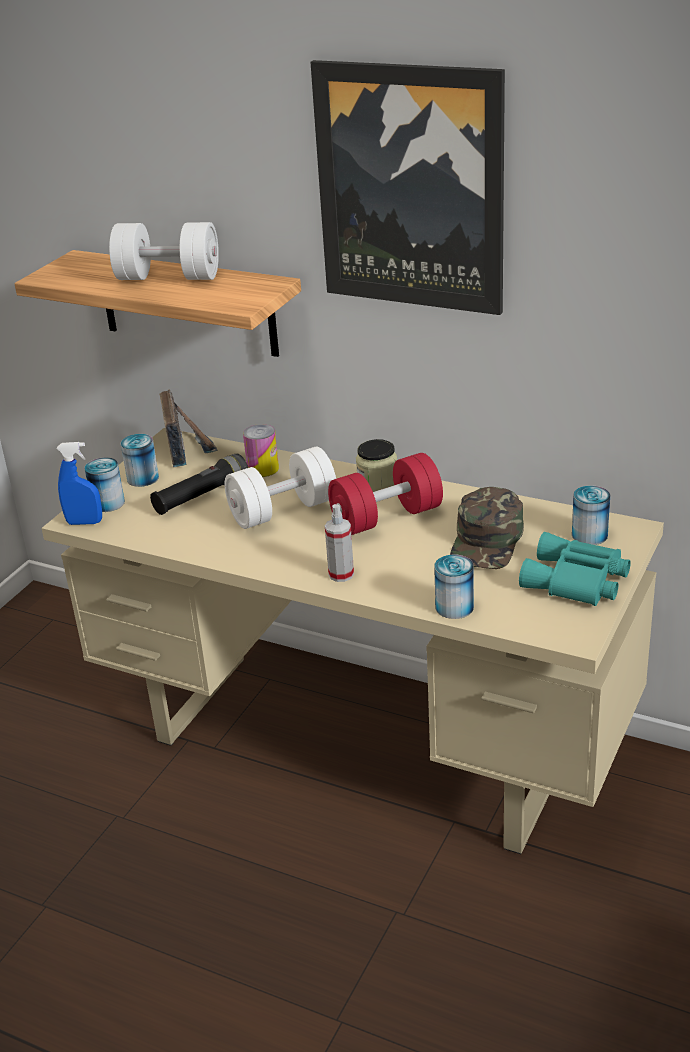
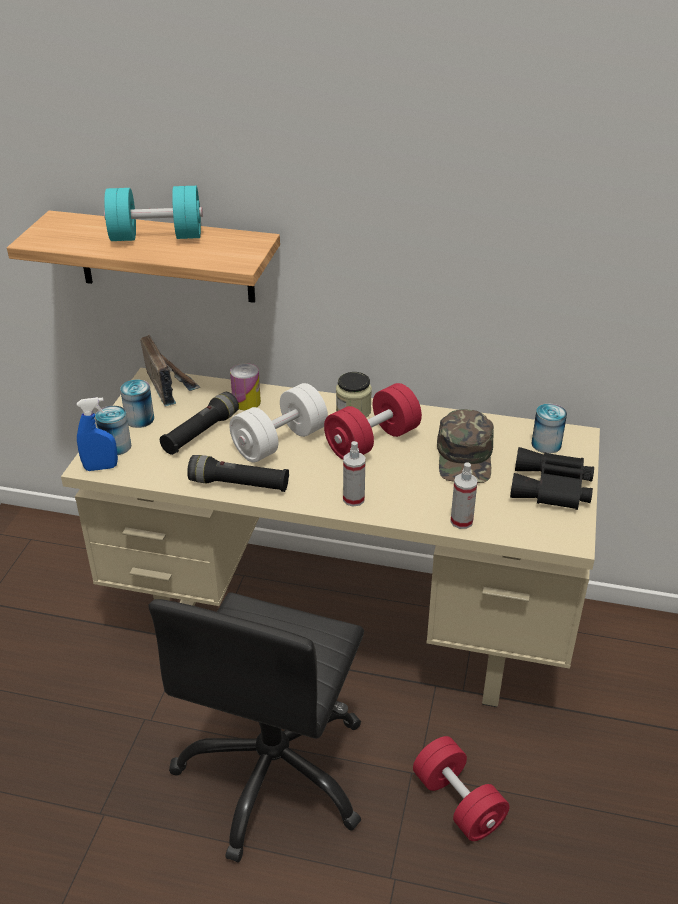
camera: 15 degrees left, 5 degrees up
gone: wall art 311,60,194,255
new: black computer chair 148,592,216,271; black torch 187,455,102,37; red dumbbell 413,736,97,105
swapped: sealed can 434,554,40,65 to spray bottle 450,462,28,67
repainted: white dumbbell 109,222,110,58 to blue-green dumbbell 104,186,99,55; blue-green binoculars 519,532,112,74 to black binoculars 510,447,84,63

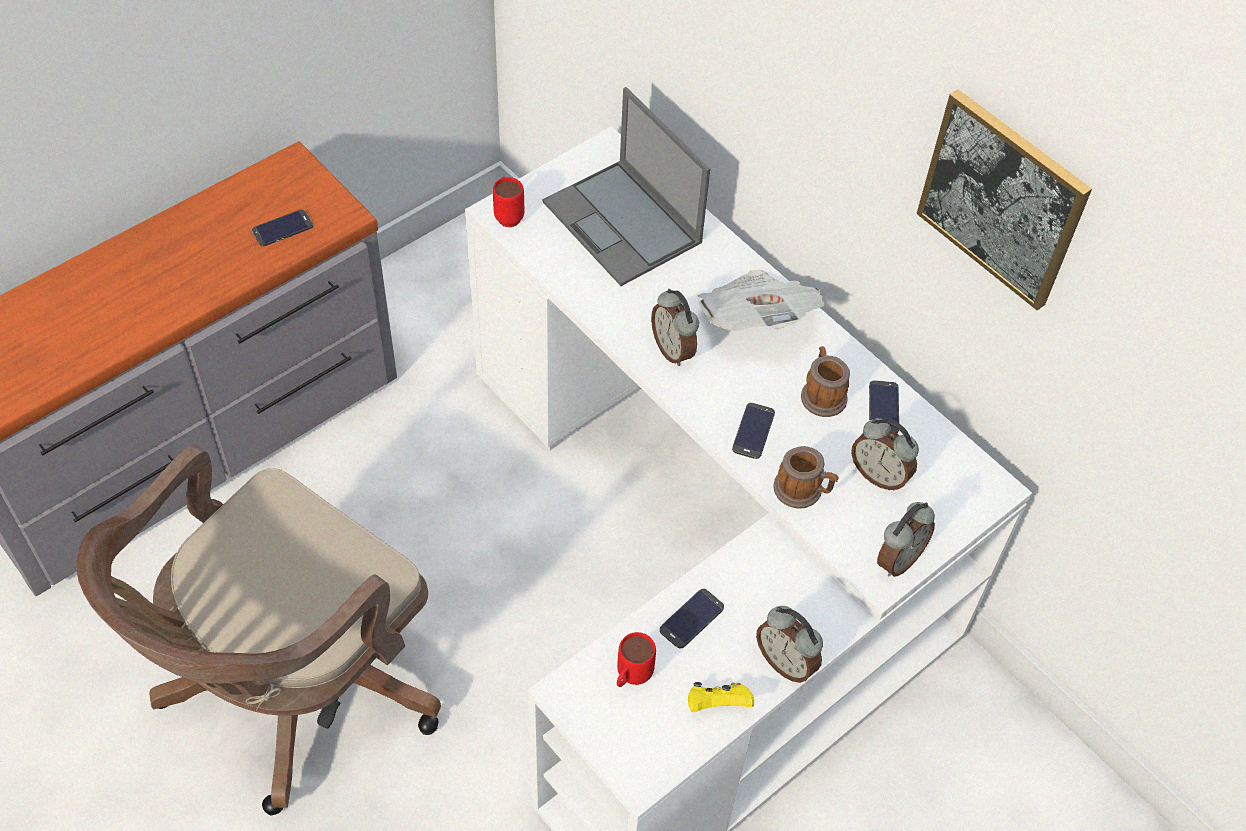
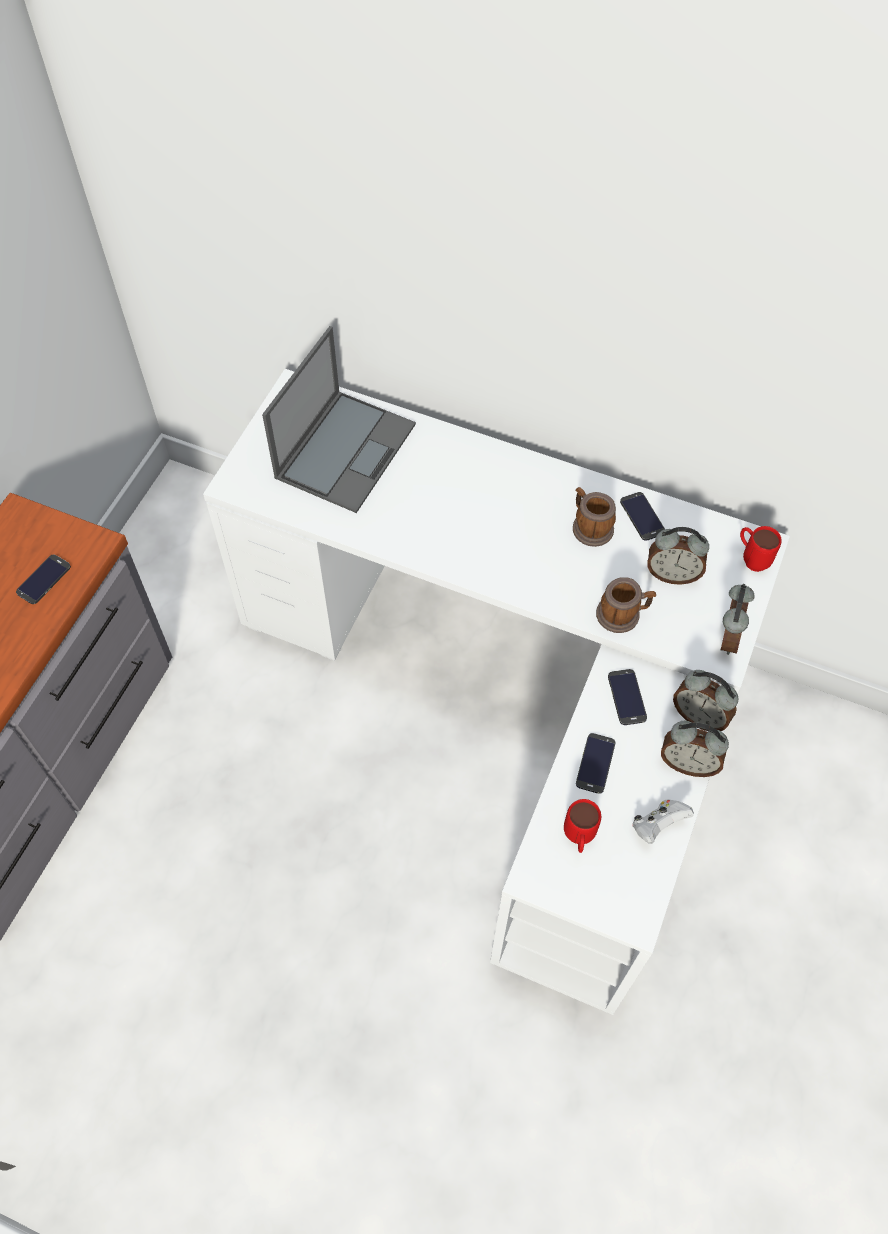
camera: 25 degrees left, 5 degrees up
gone: brownish computer chair 76,444,365,371; printed paper 697,270,128,61; wall art 916,89,176,222
shifted: red coffee mug 493,176,31,51 to 740,526,42,46; alarm clock 651,289,48,77 to 673,670,65,61; telephone 732,403,43,56 to 608,669,39,56
repainted: yellowish joypad 688,682,66,30 to white joypad 633,799,61,45
rotated: notebook computer 543,87,167,199 = 262,326,154,187 90 degrees counterclockwise

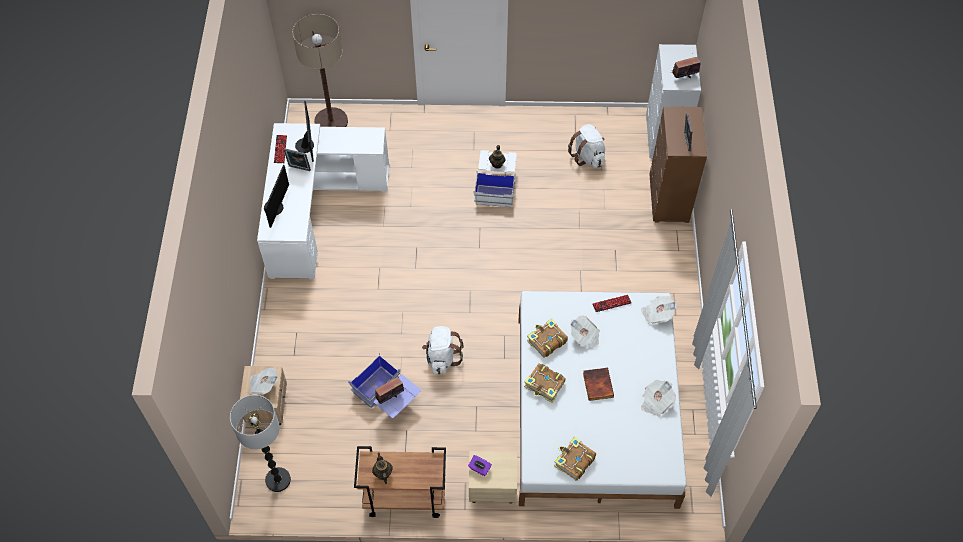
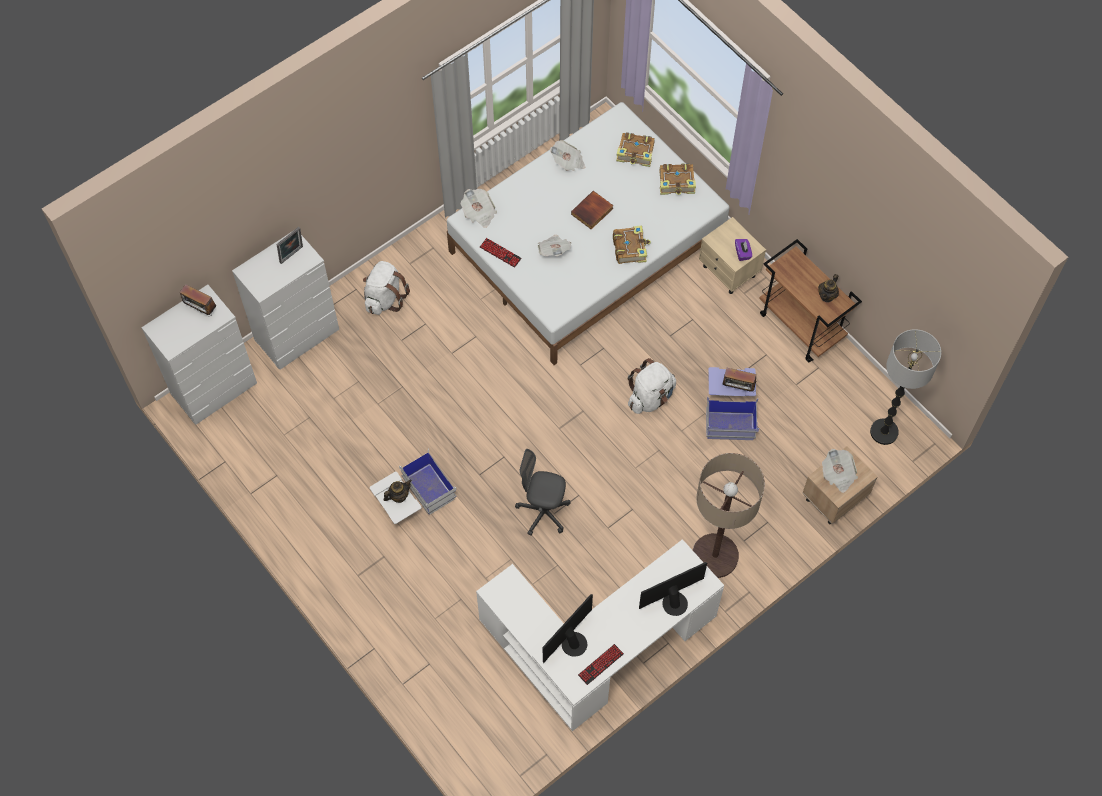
camera: 130 degrees left, 5 degrees up
gone: picture frame 284,148,27,23
new: greyish computer chair 515,449,55,87
shifted: standing lamp 292,14,56,113 to 693,453,72,125; book 527,319,41,39 to 616,132,39,35; white backpack 568,124,37,44 to 363,261,47,54
repainted: brownish dresser 649,107,58,116 to white dresser 232,231,107,138

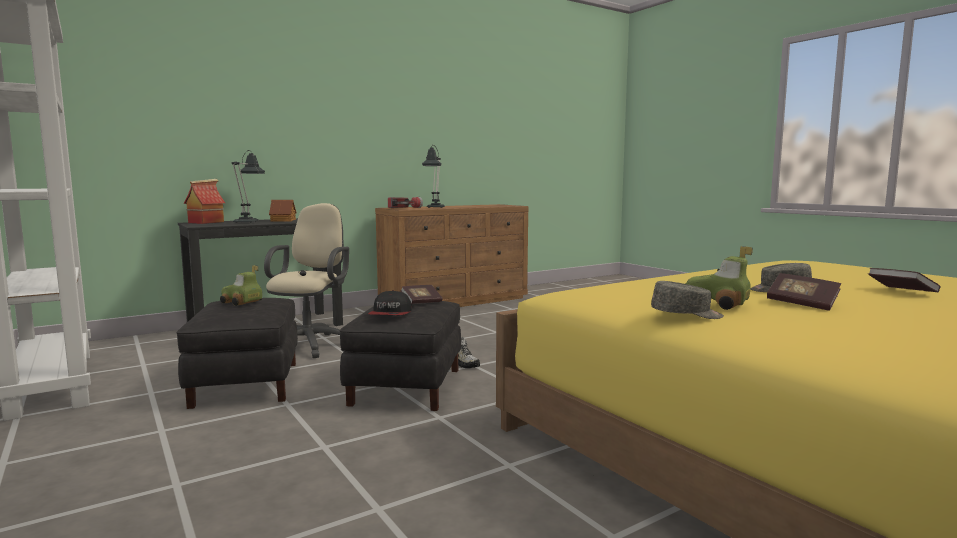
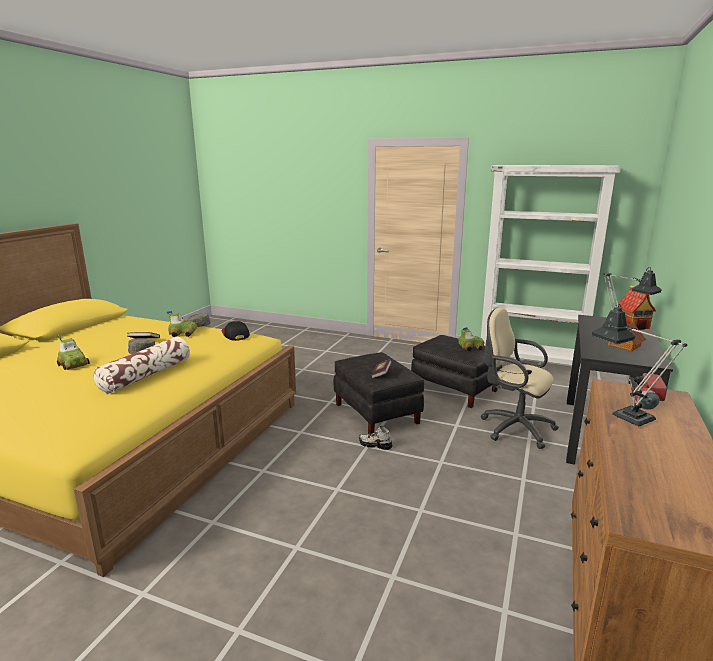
camera: 145 degrees right, 10 degrees up
new: throw pillow 94,337,96,57
shifted: peaked cap 368,290,44,25 to 222,321,28,20
swapped: book 868,268,72,24 to model car 57,335,33,35
rotated: beige-coloured computer chair 264,203,85,155 = 480,307,79,142 150 degrees clockwise

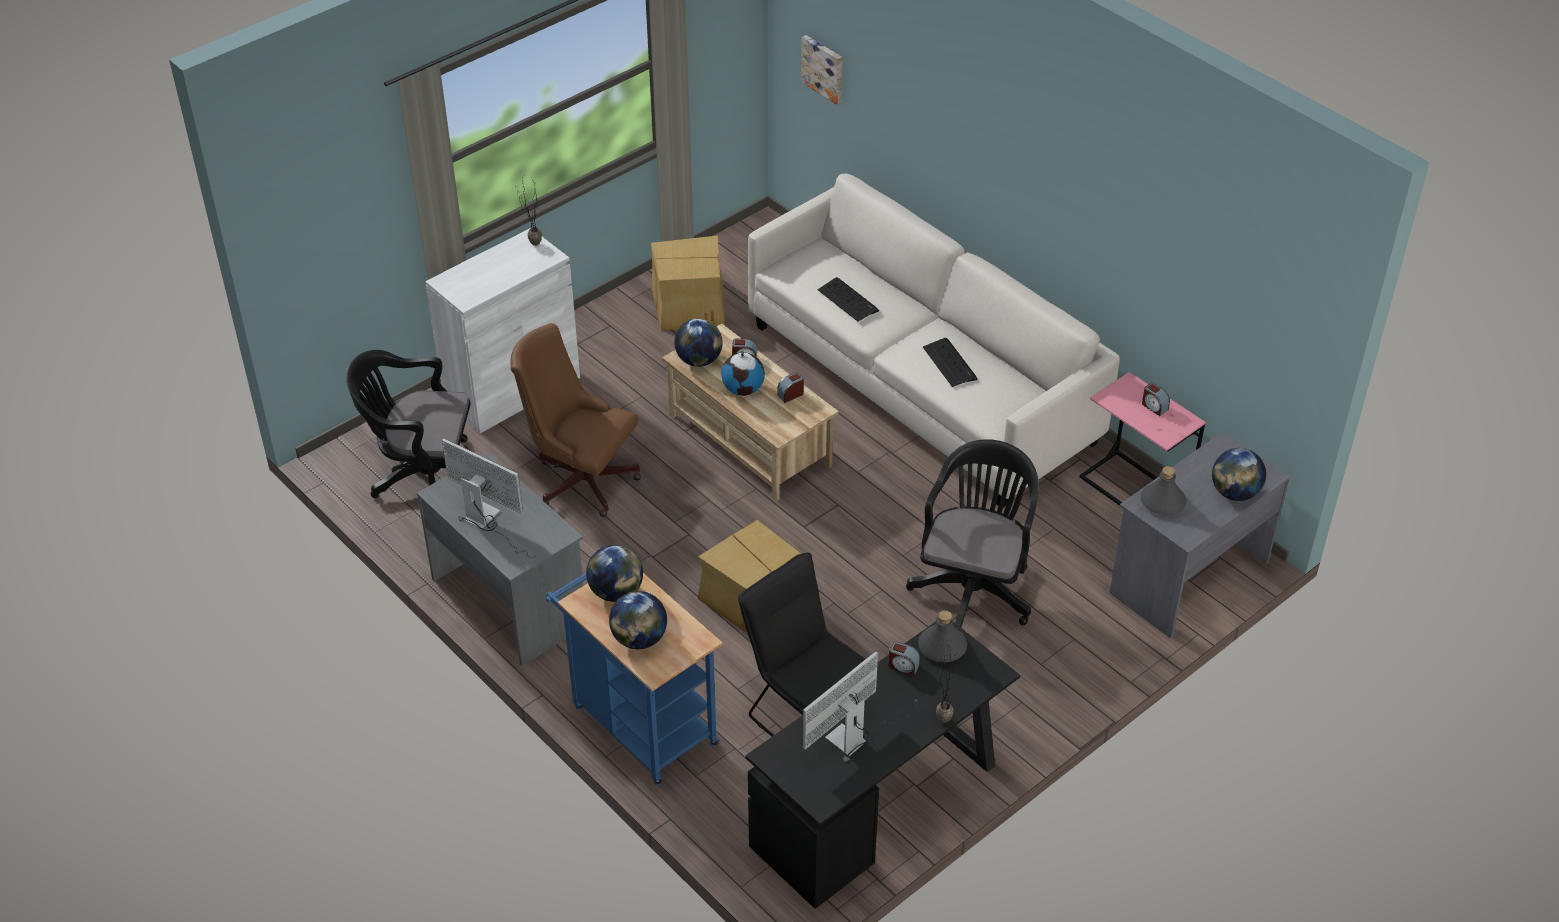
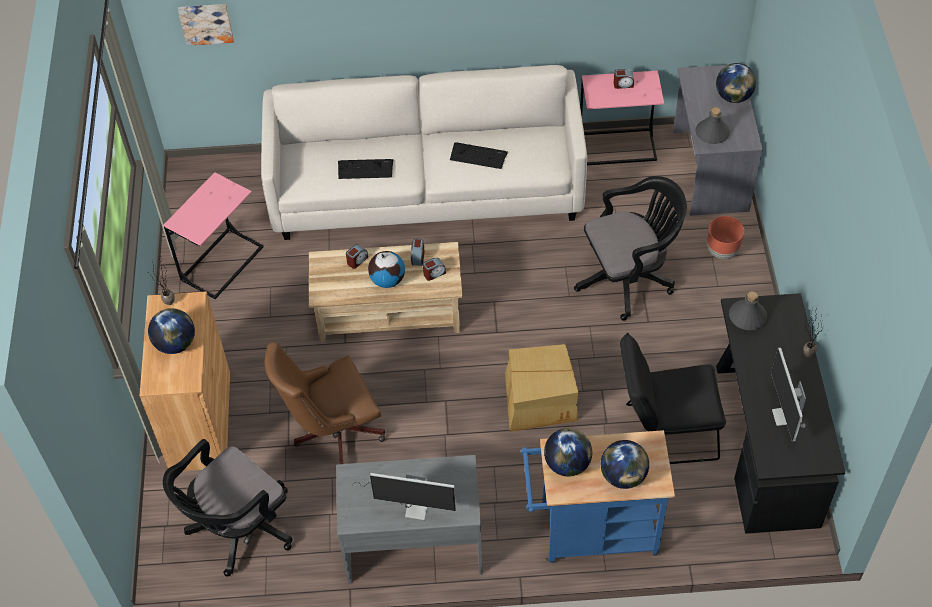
camera: 50 degrees left, 10 degrees up
new: brownish flower pot 707,216,37,43
shifted: world globe 674,318,49,49 to 148,308,47,46; alarm clock 888,641,32,35 to 423,258,23,23
swapped: packing box 651,236,74,94 to pinkish end table 163,172,100,127
repainted: white cupboard 425,228,155,206 to brownish cupboard 140,291,90,180
rotated: monitor 442,438,95,119 = 352,473,104,47 150 degrees counterclockwise; black computer chair 906,439,133,188 = 574,176,113,145 105 degrees clockwise

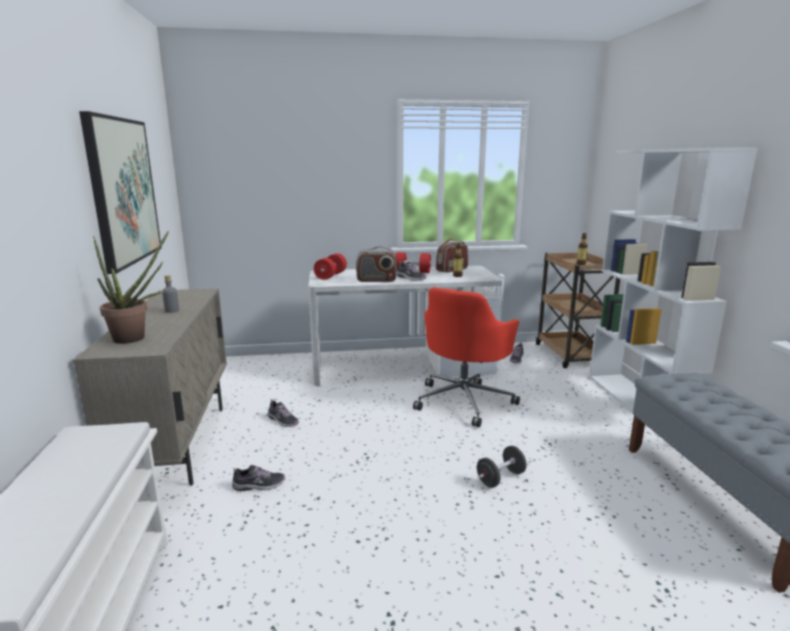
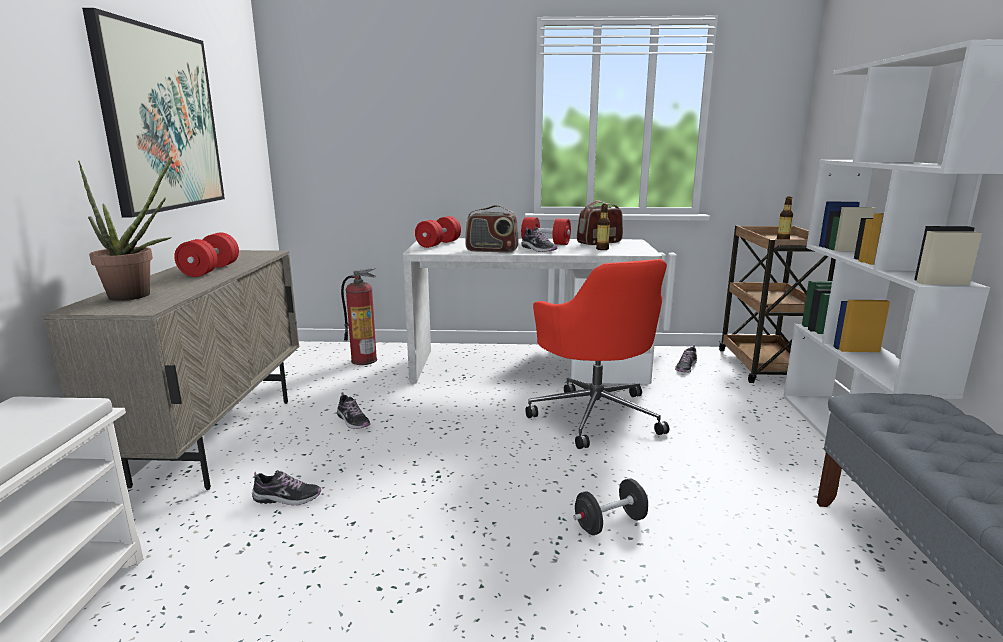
camera: 10 degrees right, 0 degrees up
new: extinguisher 341,268,36,97
swapped: greyish bottle 162,275,17,38 to red dumbbell 174,232,65,45
rotated: red computer chair 413,287,107,140 = 525,259,144,190 60 degrees counterclockwise

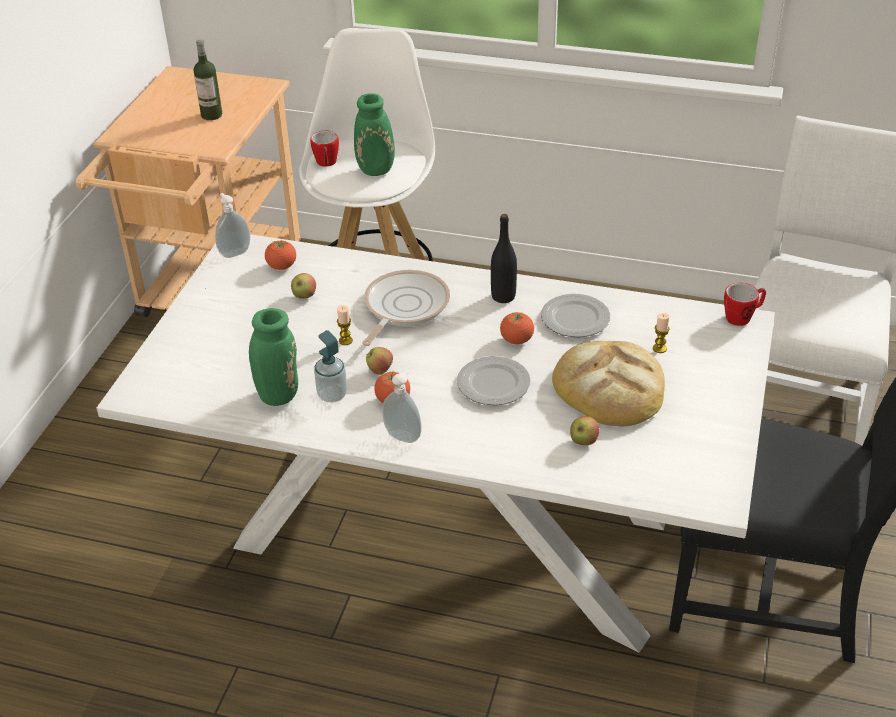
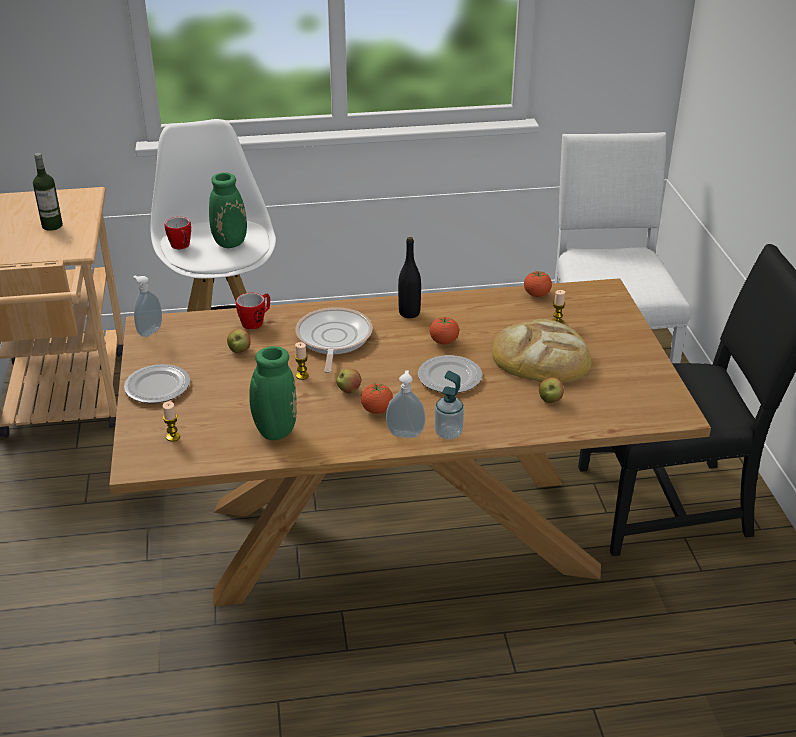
camera: 25 degrees left, 5 degrees down
new: wax candle 163,401,17,41
shifted: fresh tomato 265,240,31,30 to 524,271,28,26; liquid soap bottle 314,330,33,73 to 434,370,30,70; dinner plate 541,294,69,43 to 124,364,66,39; coffee mug 724,283,42,43 to 236,293,34,37
repainted: white dining table 97,234,678,419 to brownish dining table 109,278,602,329

